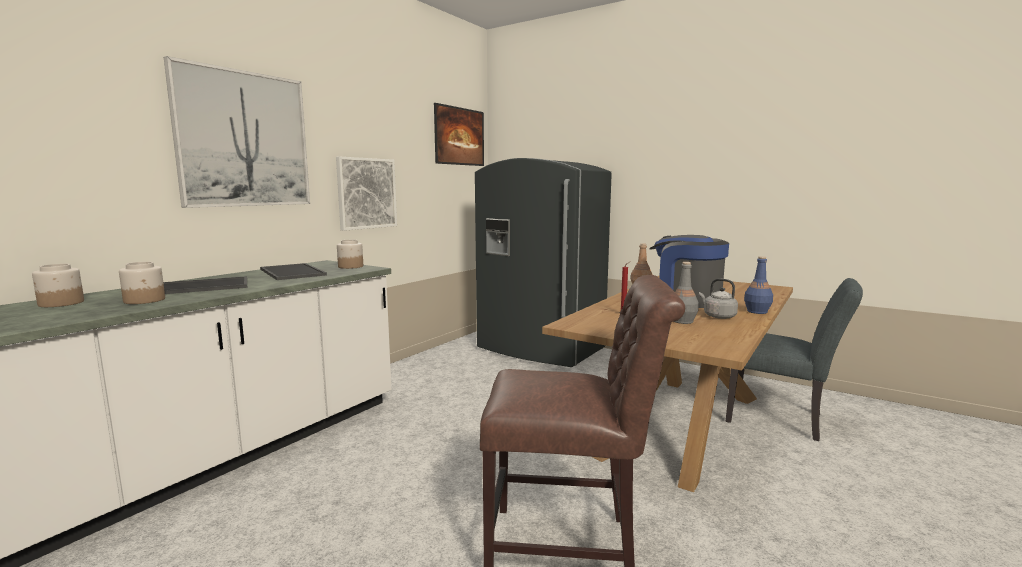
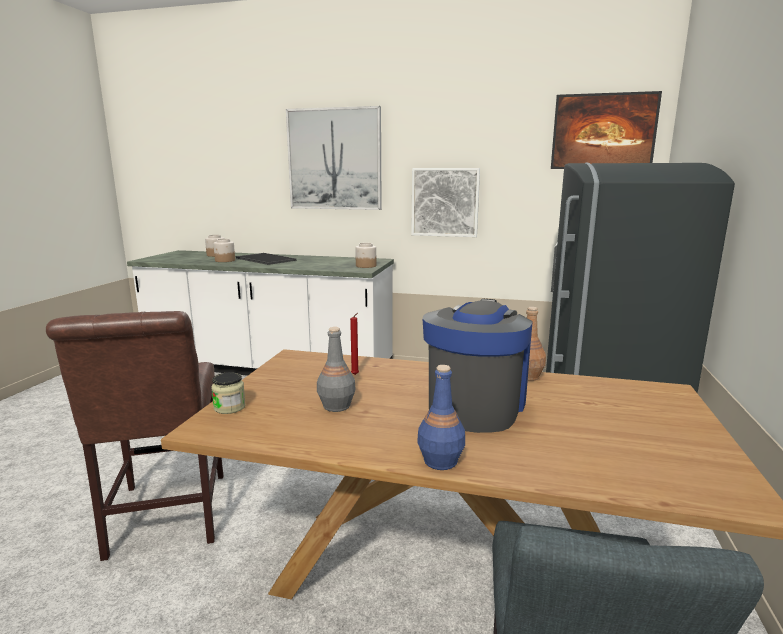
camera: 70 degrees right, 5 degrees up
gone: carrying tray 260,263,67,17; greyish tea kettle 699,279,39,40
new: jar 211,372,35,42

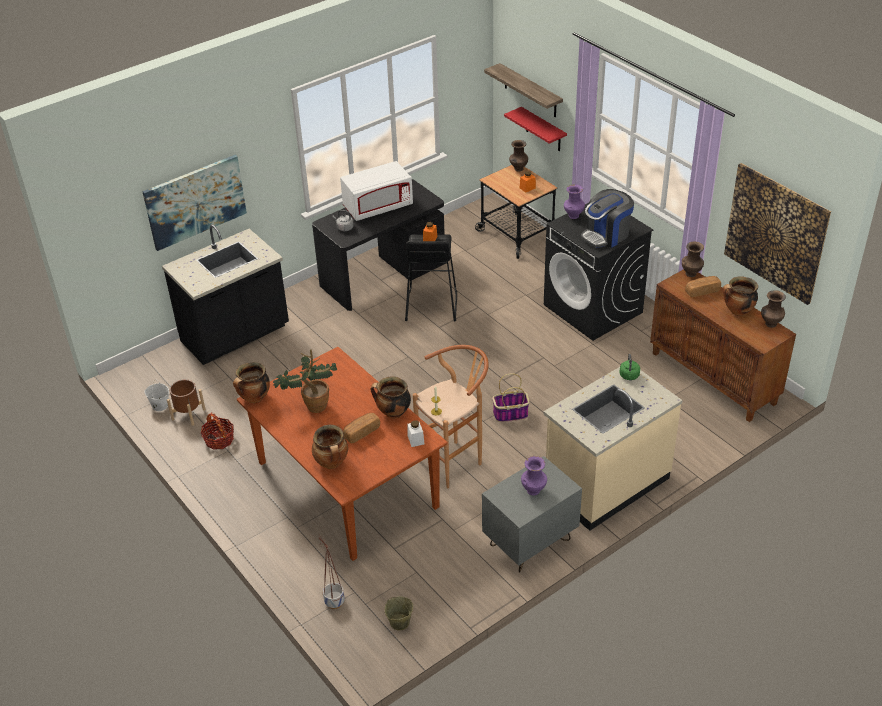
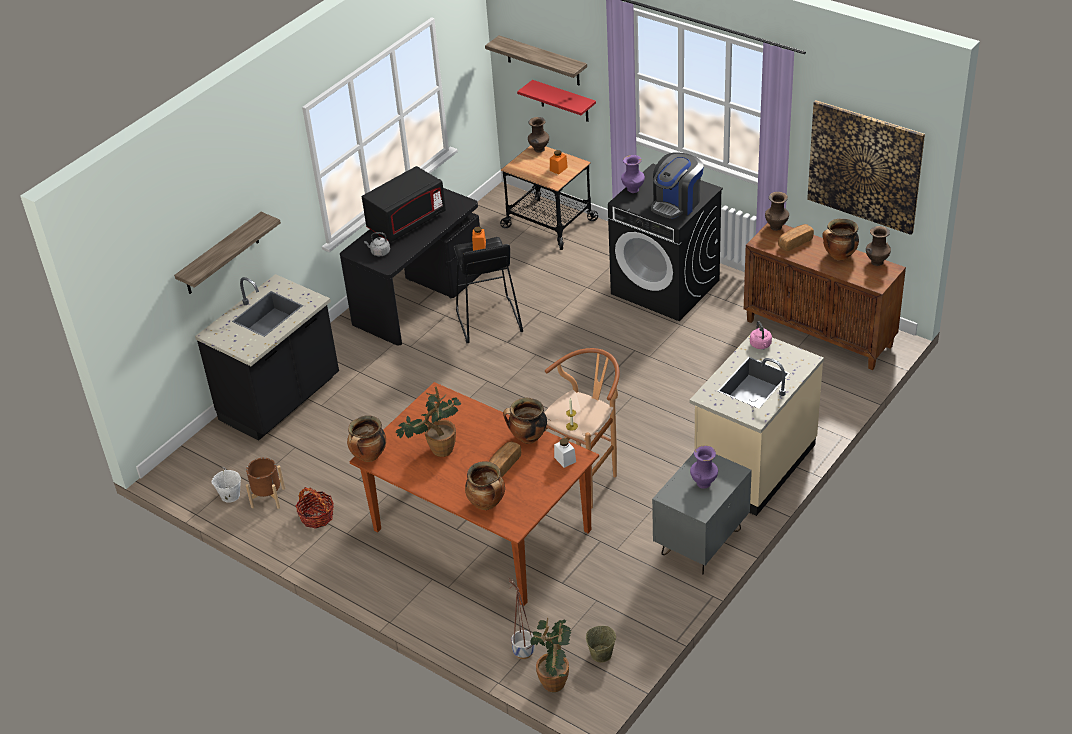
camera: 15 degrees left, 0 degrees up
gone: basket 492,373,38,49
new: houseplant 531,618,40,74
swapped: wall art 142,155,105,96 to shelf 174,212,107,82
repainted: white microwave oven 340,161,73,60 to black microwave oven 362,166,84,76; green-coloured tea kettle 619,354,21,26 to pinkish tea kettle 750,321,22,28

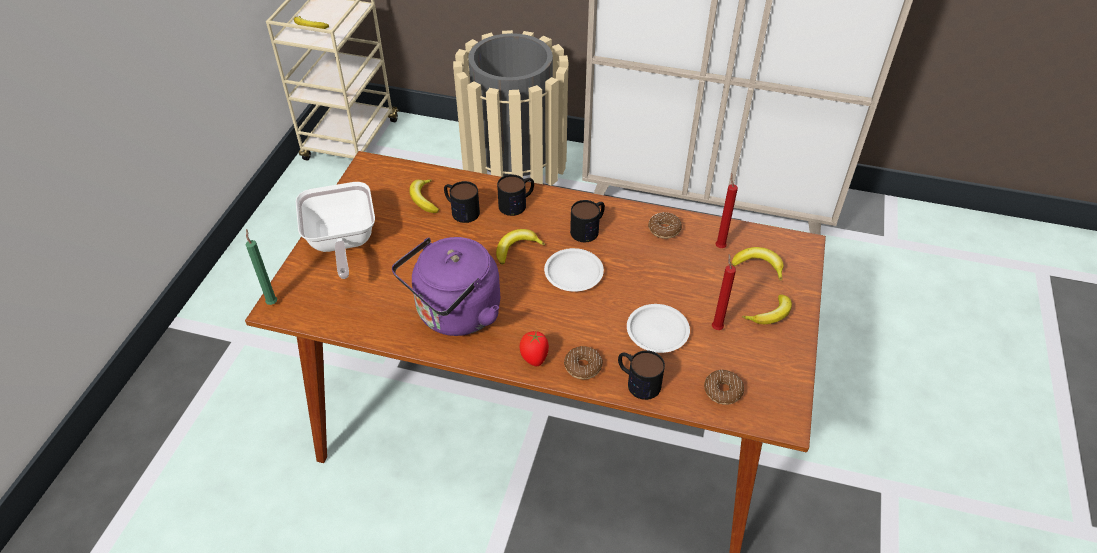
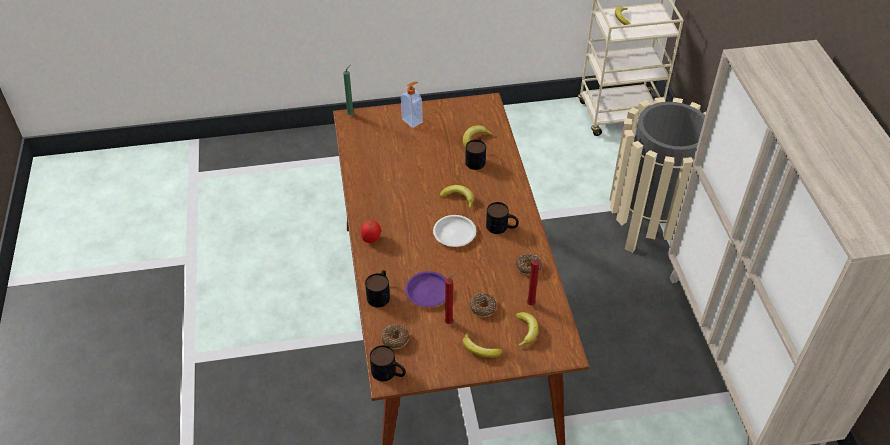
camera: 65 degrees right, 0 degrees up
gone: purple tea kettle 392,237,108,99
shifted: coffee mug 497,174,37,42 to 370,345,36,36; doughnut 564,346,39,33 to 470,293,27,24
swapped: skillet 296,182,79,97 to liquid soap bottle 401,82,22,46
repainted: white dinner plate 627,304,63,49 to purple dinner plate 405,271,42,36

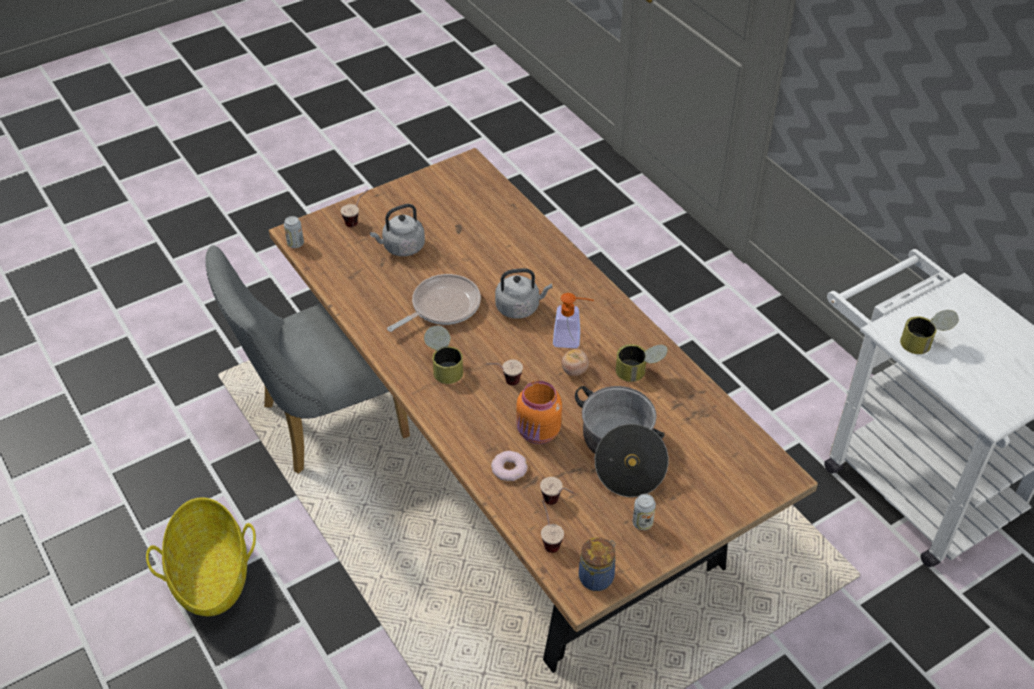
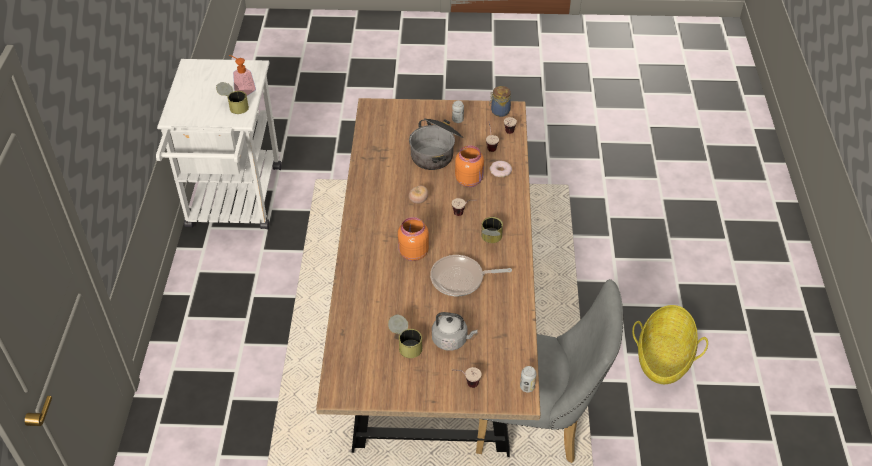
camera: 145 degrees left, 0 degrees up
shifted: liquid soap bottle 553,293,41,55 to 229,55,27,41; sealed can 615,344,53,38 to 388,314,34,44
swapped: greyish tea kettle 495,268,58,51 to orangey jar 398,217,31,44

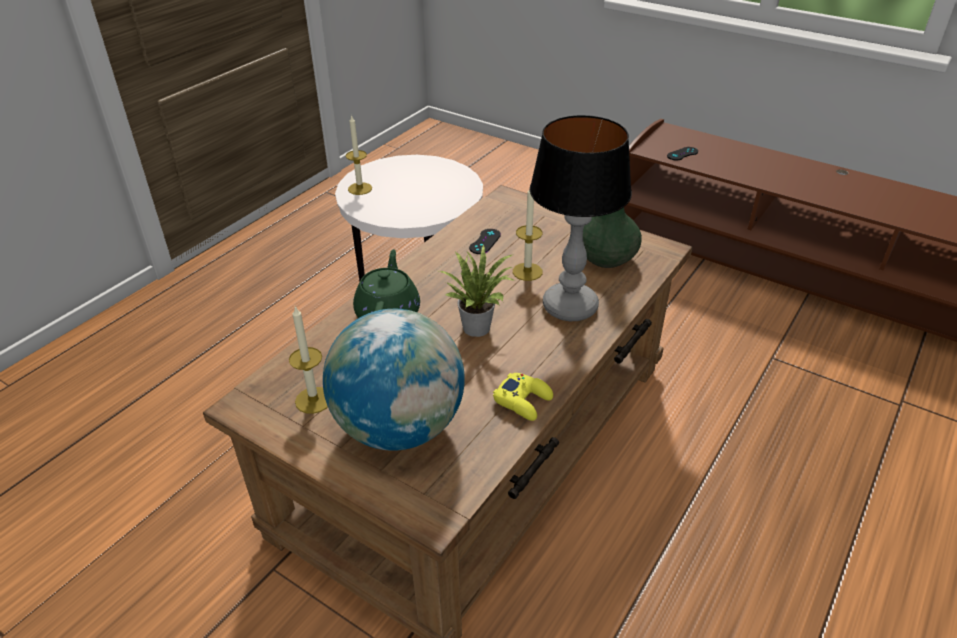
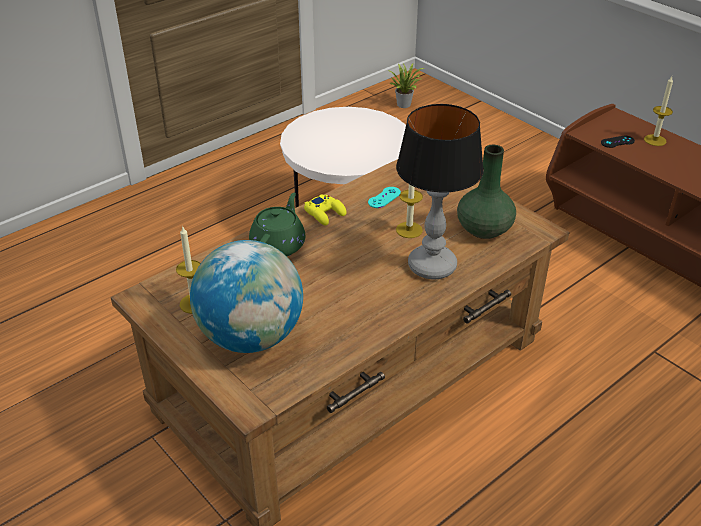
camera: 15 degrees right, 0 degrees up
shifted: wax candle 346,115,26,80 to 644,76,29,70; houseplant 439,244,76,93 to 388,63,36,45; yellowish joypad 493,373,60,48 to 304,194,42,31
repainted: black joypad 469,229,32,25 to blue-green joypad 368,187,33,21

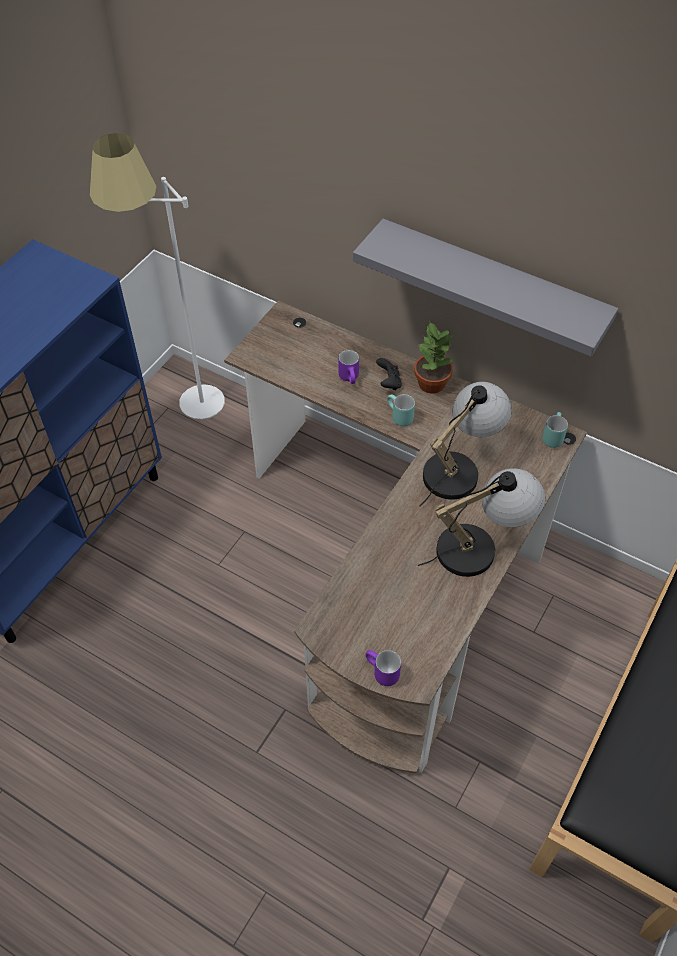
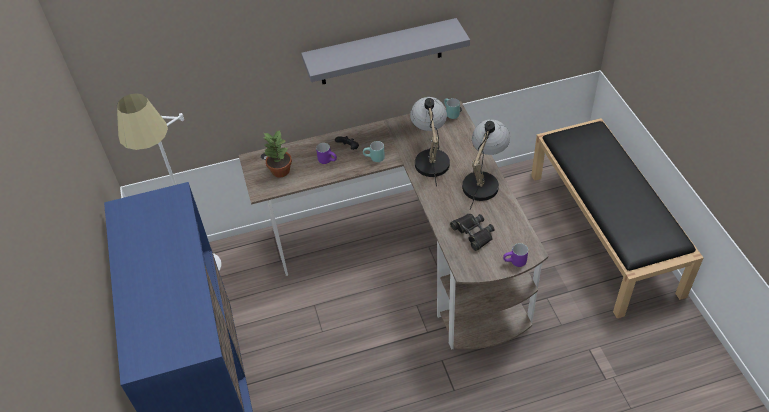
camera: 45 degrees left, 5 degrees down
new: black binoculars 450,214,45,37
shifted: houseplant 414,322,40,71 to 263,131,29,47

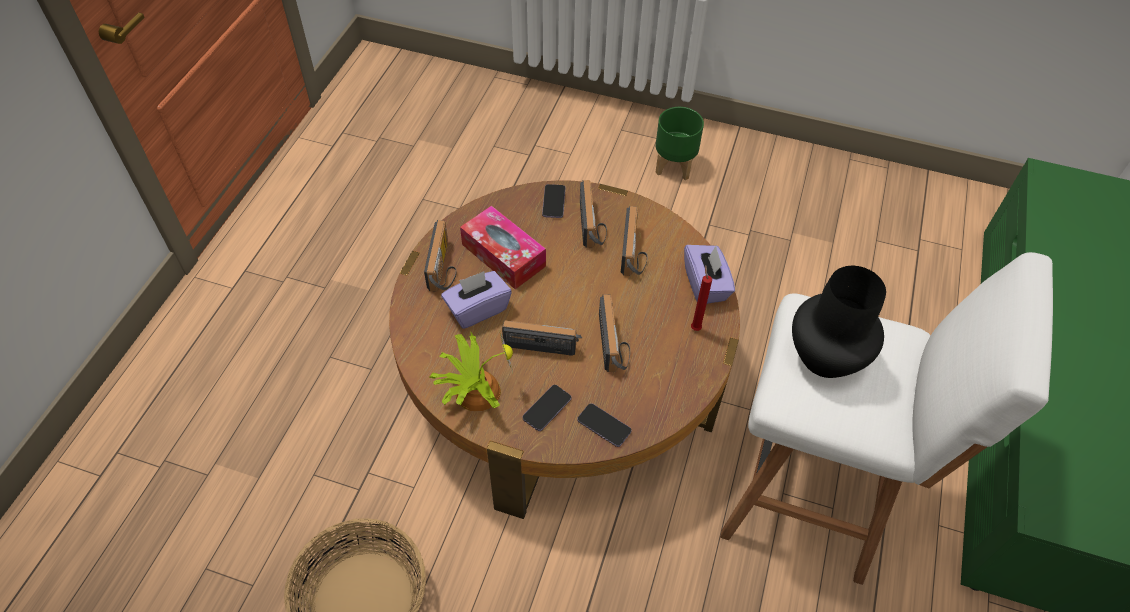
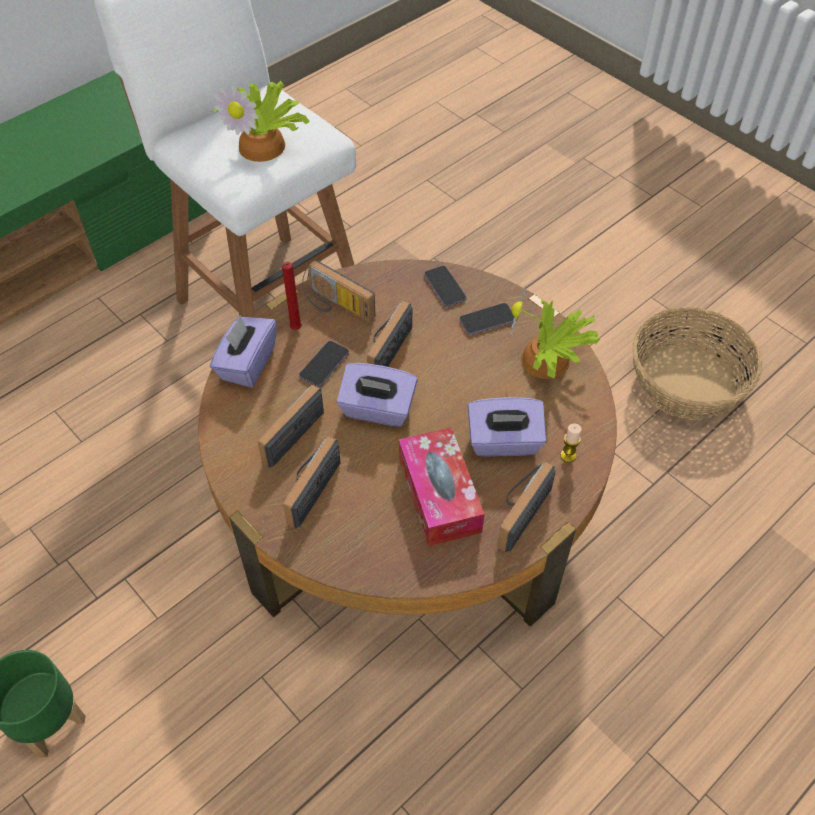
camera: 150 degrees left, 0 degrees up
new: purple box of tissues 337,363,81,64; wax candle 560,424,22,38
shifted: radio 502,321,80,35 to 302,260,74,62; telephone 542,184,23,34 to 299,341,50,46
swapped: black decorative vase 792,266,94,112 to houseplant 211,81,99,81

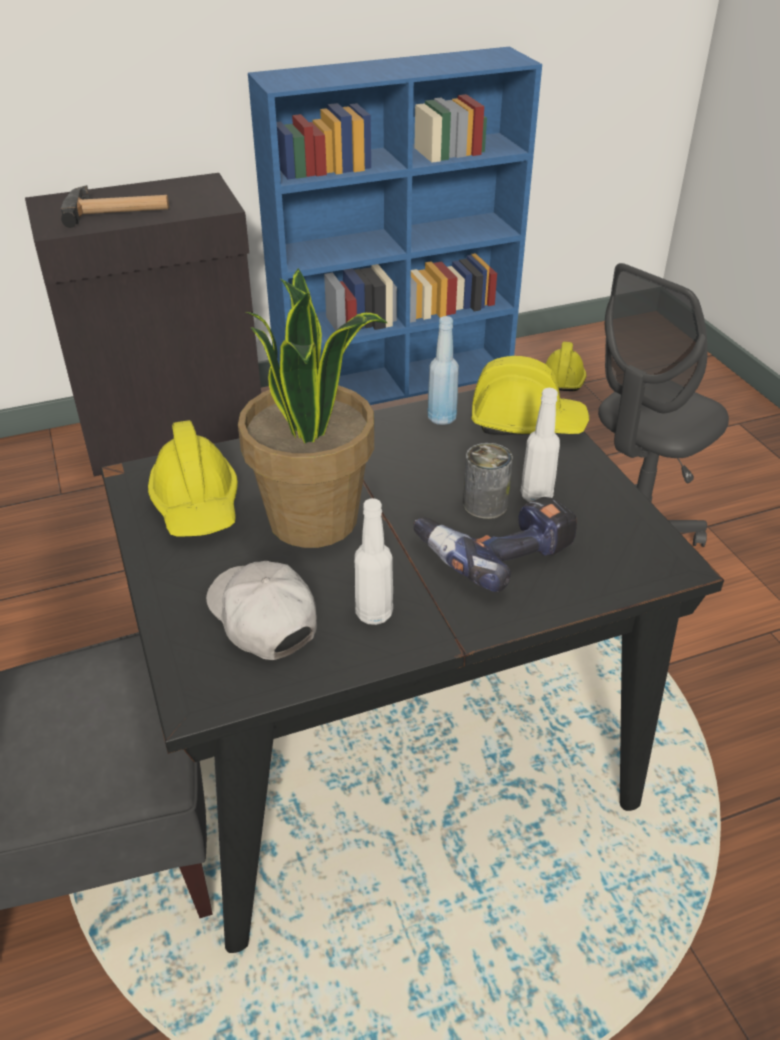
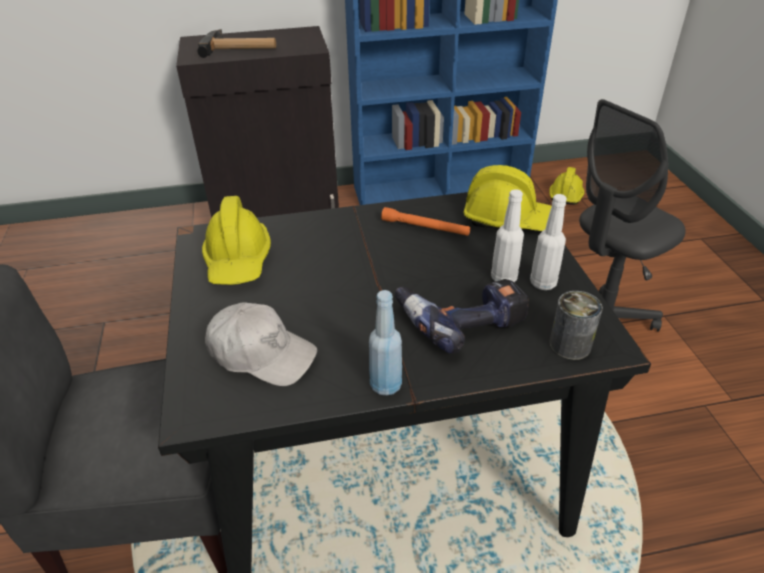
camera: 10 degrees right, 0 degrees up
gone: houseplant 238,268,149,280
new: orangey torch 381,207,89,29
shifted: white bottle 355,498,38,127 to 530,194,37,96; blue-coloured bottle 427,316,32,109 to 369,290,33,106; sealed can 463,443,50,76 to 550,291,53,69
rotated: white peaked cap 206,561,111,99 = 205,302,112,84 135 degrees clockwise

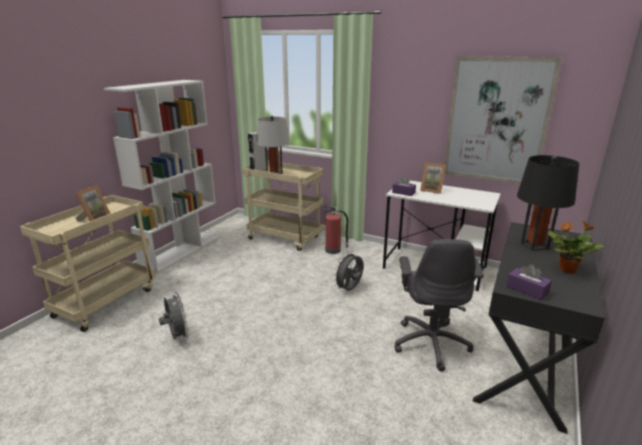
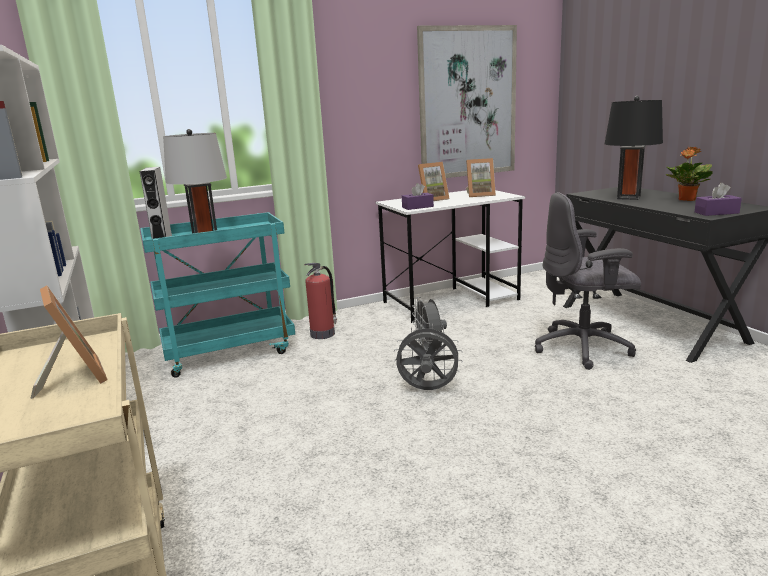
camera: 50 degrees left, 5 degrees down
new: picture frame 466,158,30,39
shifted: greyish fan 159,292,30,48 to 394,324,69,66
repainted: beige-coloured cart 242,160,81,91 to blue-green cart 140,212,155,166
rotated: greyish computer chair 395,239,89,132 = 535,192,106,178 135 degrees clockwise

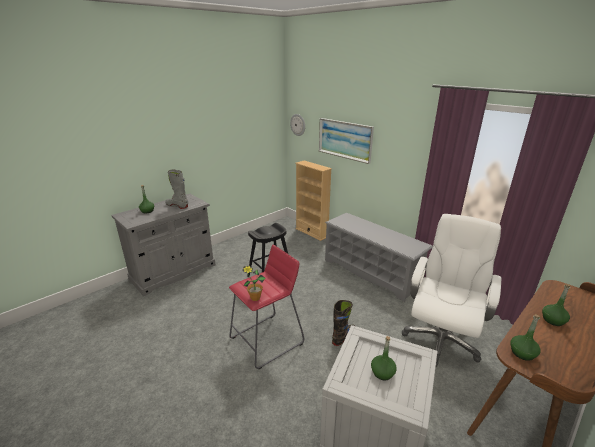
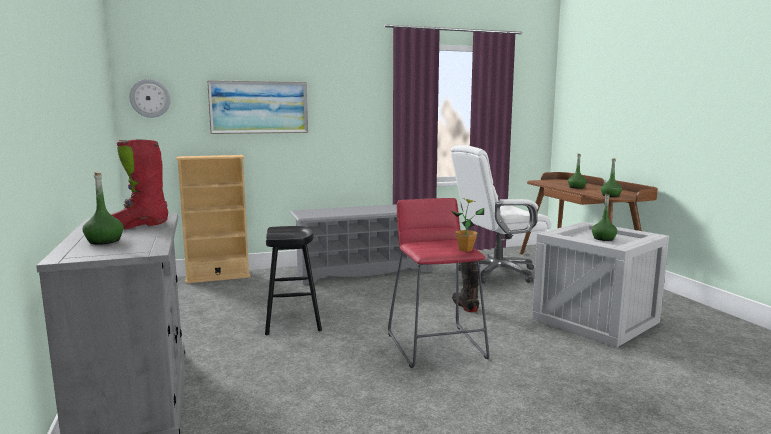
camera: 65 degrees left, 15 degrees down
repainted: greyish boot 165,169,23,40 to red boot 111,139,57,90
rotated: white computer chair 402,214,99,153 = 451,145,101,138 75 degrees counterclockwise

